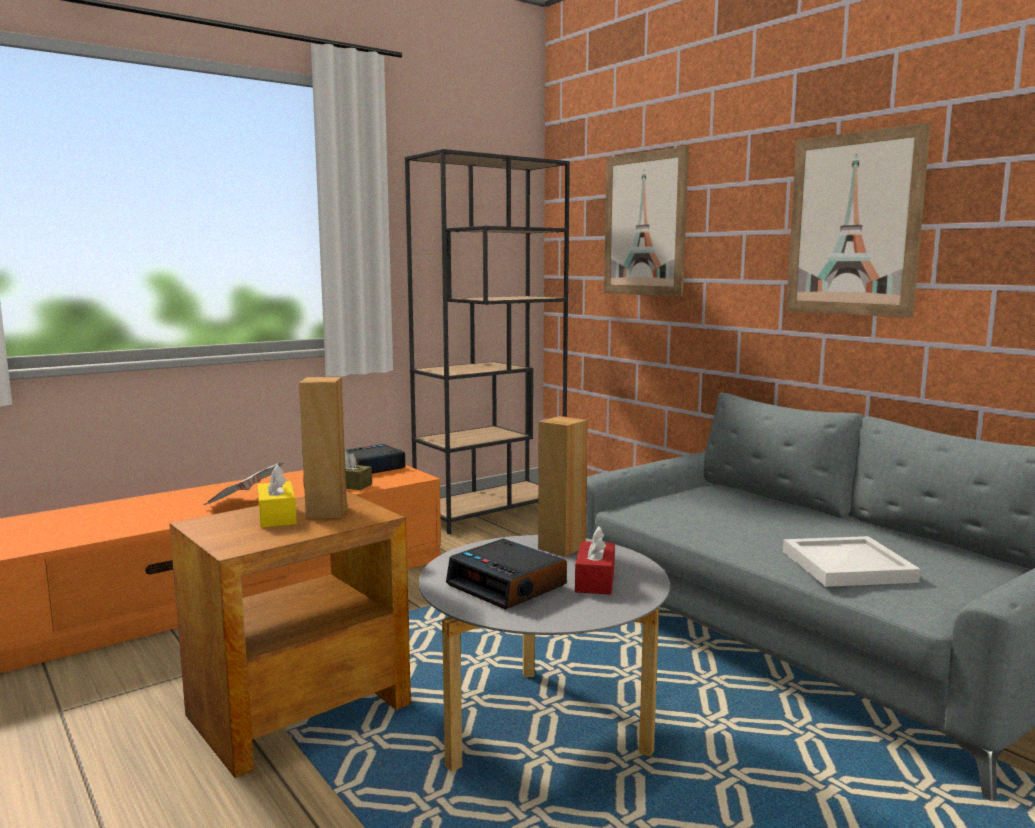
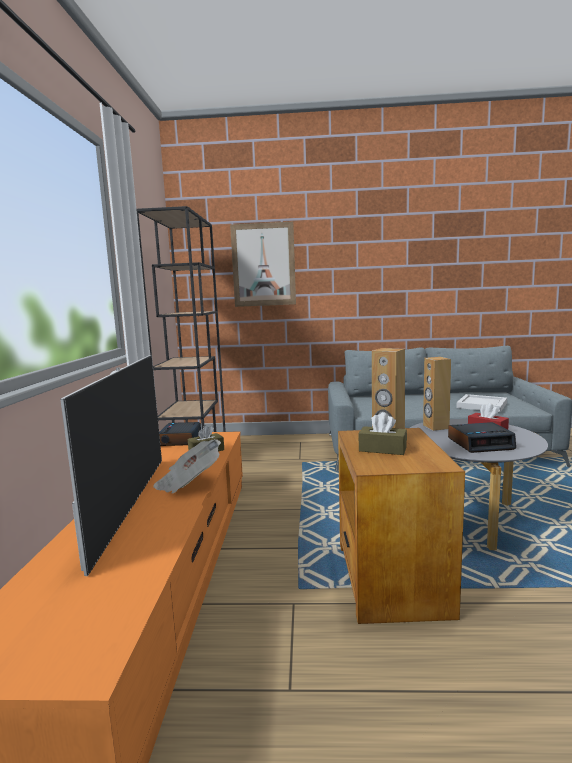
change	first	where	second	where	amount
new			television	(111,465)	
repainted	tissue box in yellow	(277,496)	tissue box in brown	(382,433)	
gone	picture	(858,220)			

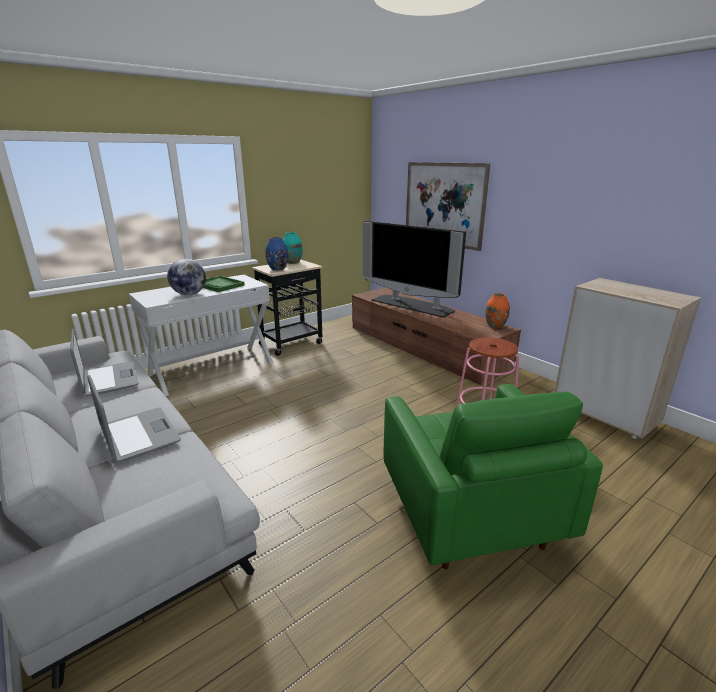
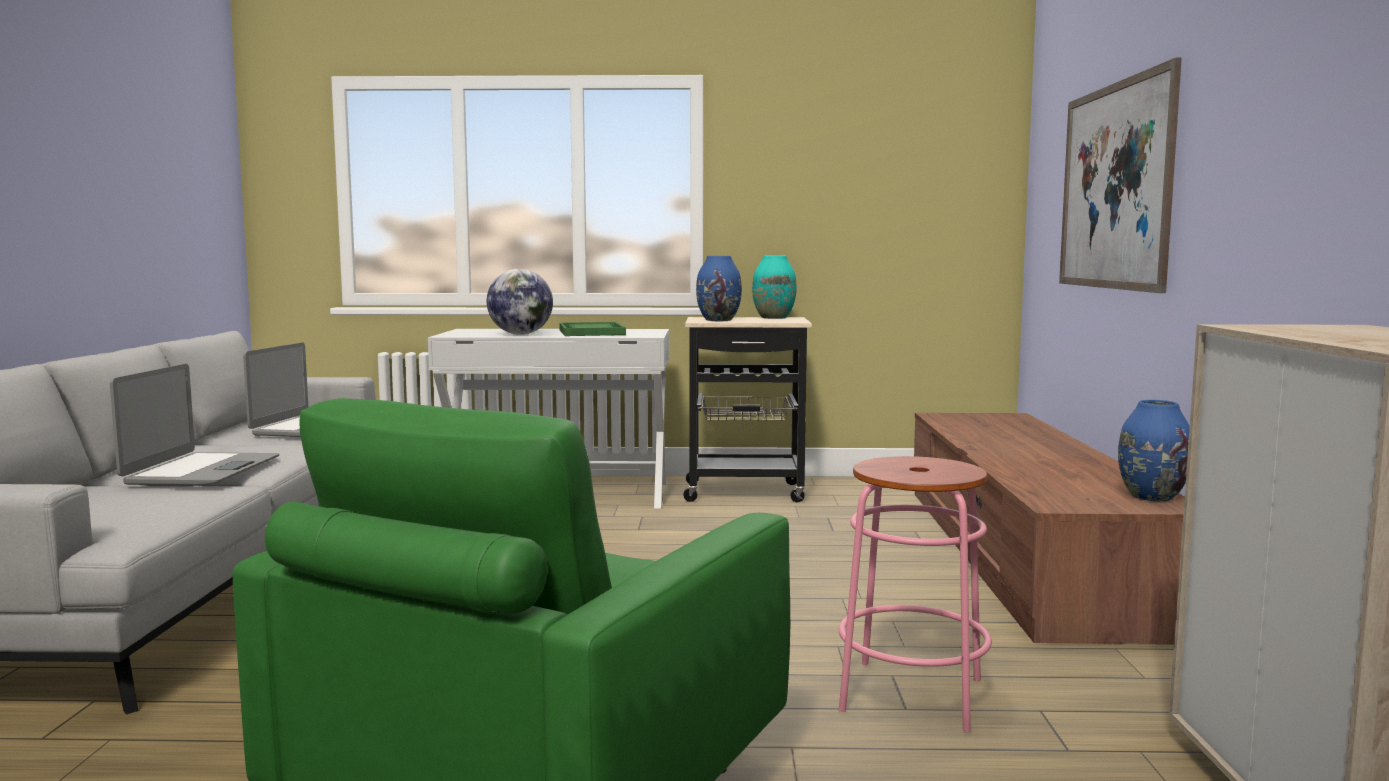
change	first	where	second	where	amount
repainted	vase in orange	(497,310)	vase in blue	(1154,451)	
gone	television	(414,269)			

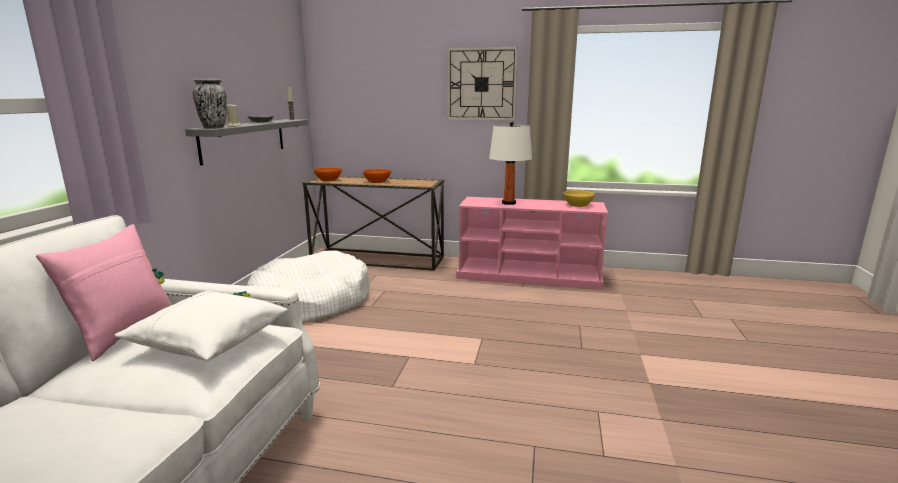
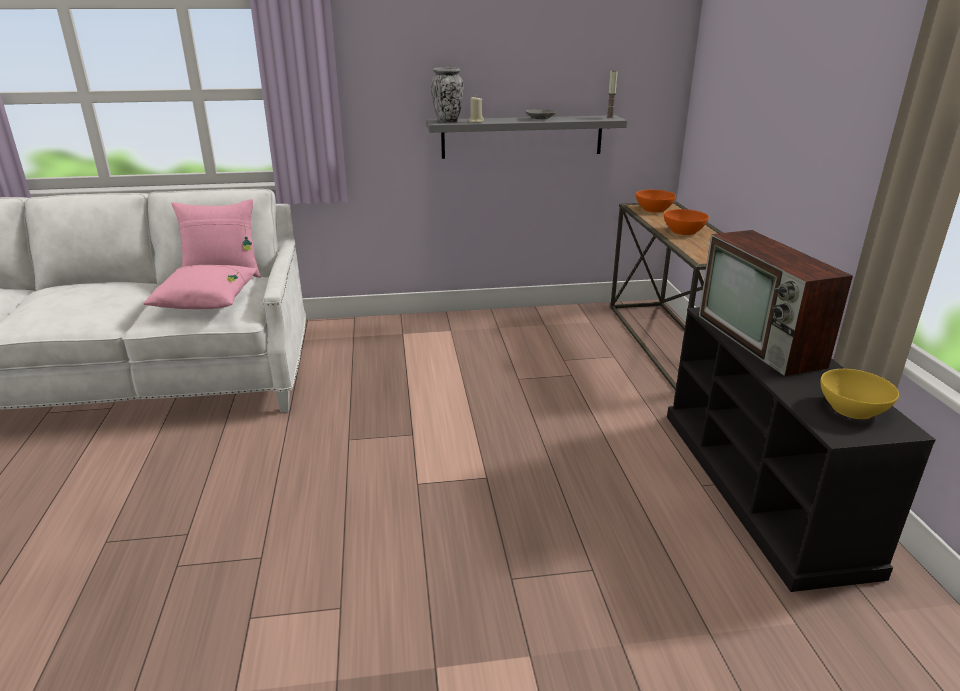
change	first	where	second	where	amount
repainted	pillow in white	(201,326)	pillow in pink	(200,287)	
repainted	tv stand in pink	(532,243)	tv stand in black	(801,449)	
swapped	table lamp in white	(510,163)	television	(776,303)	
gone	dog bed in white	(308,286)			
gone	wall clock	(482,84)			

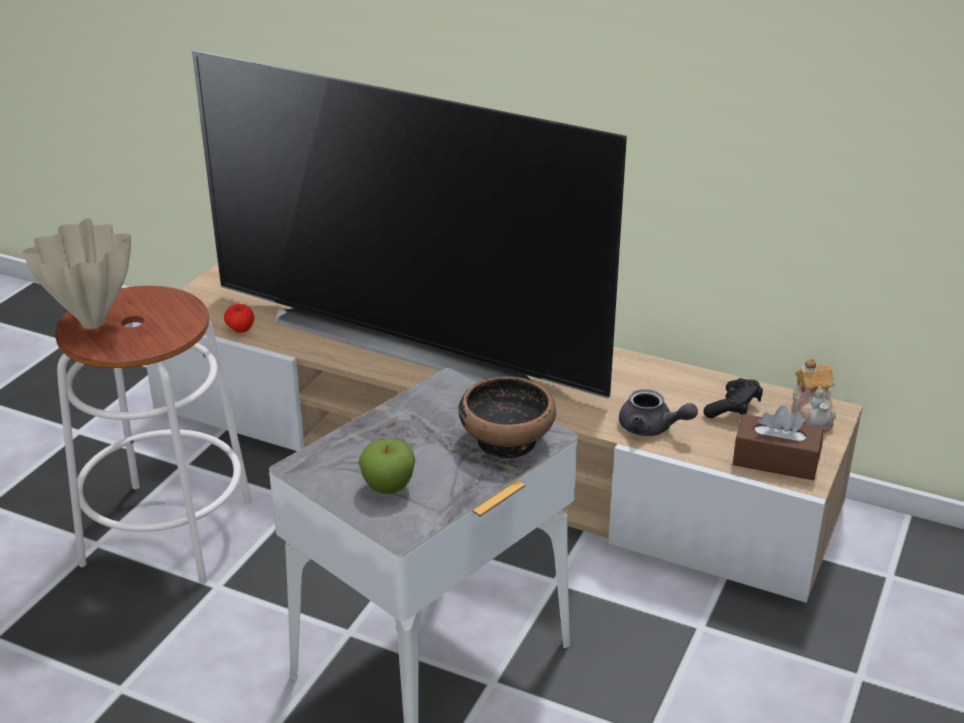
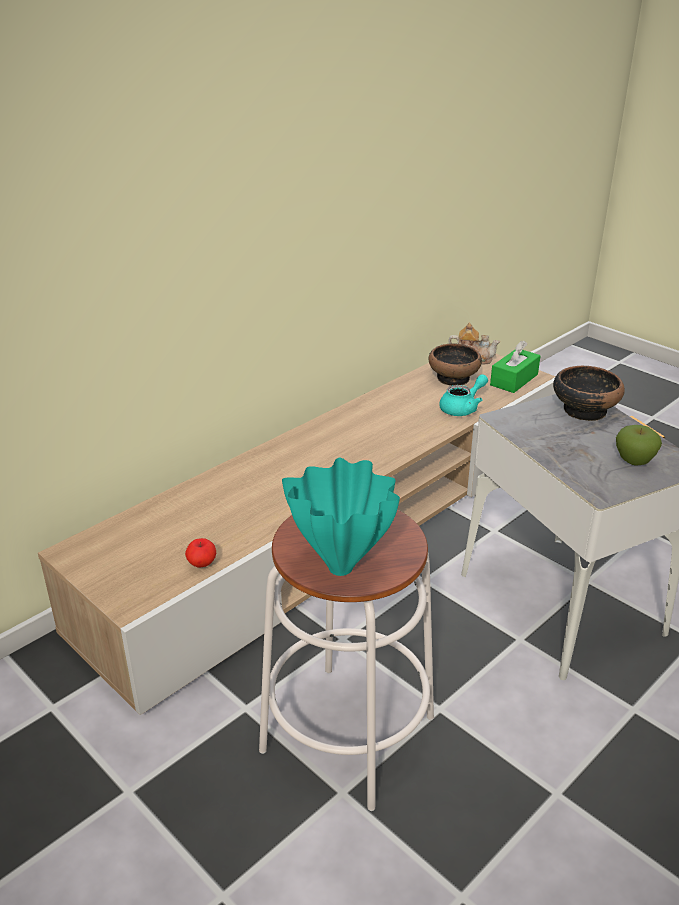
change	first	where	second	where	amount
repainted	vase in beige	(77,273)	vase in turquoise	(341,517)	
swapped	game controller in black	(733,398)	bowl	(455,364)	
repainted	teapot in grey	(658,412)	teapot in turquoise	(463,395)	
repainted	tissue box in brown	(778,442)	tissue box in green	(515,367)	
gone	television	(409,224)			

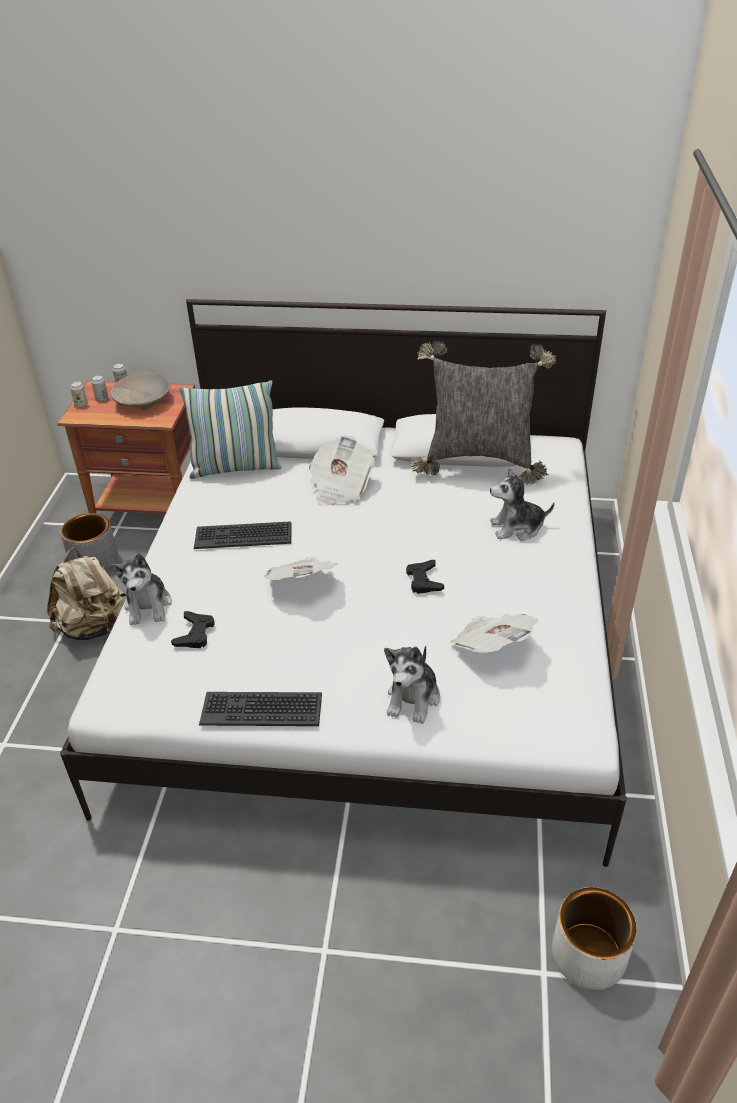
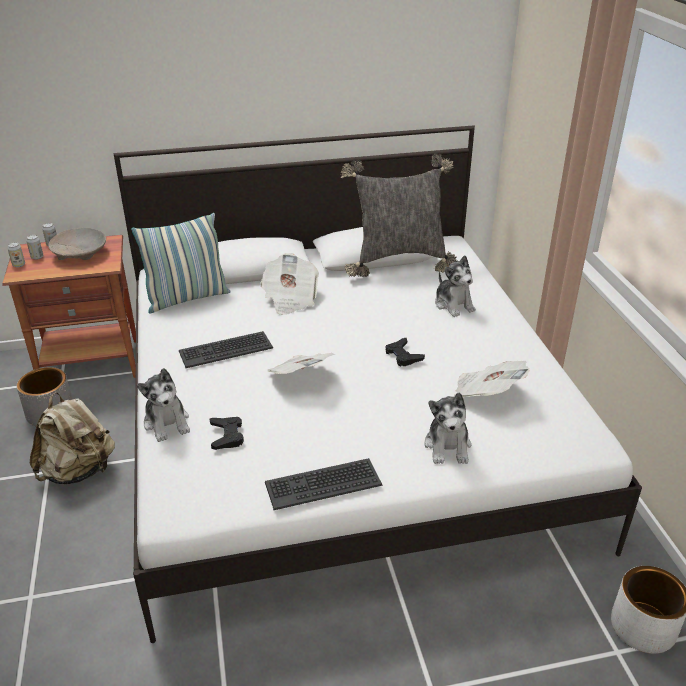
change	first	where	second	where	amount
rotated	plush toy	(522,504)		(455,286)	90 degrees counterclockwise

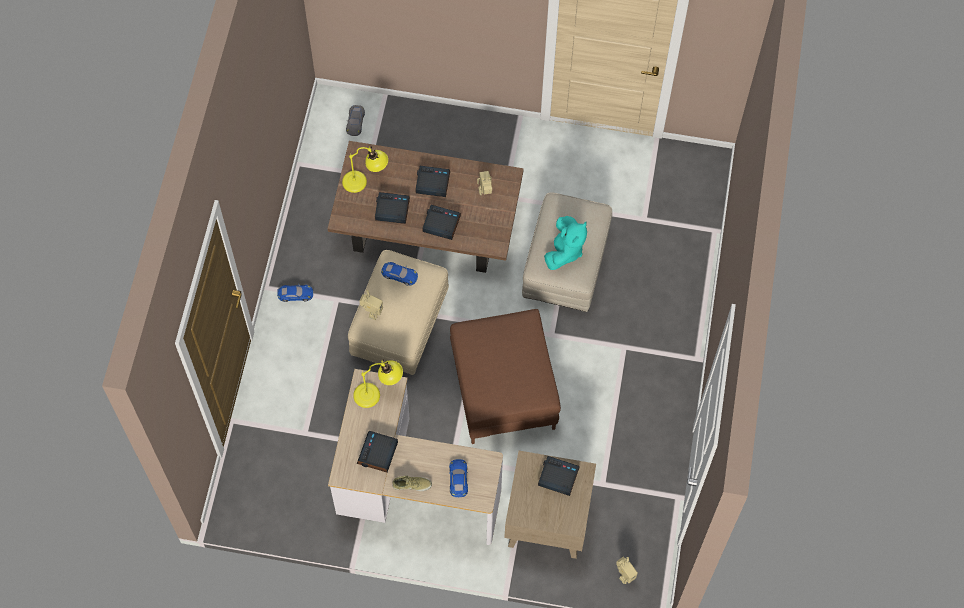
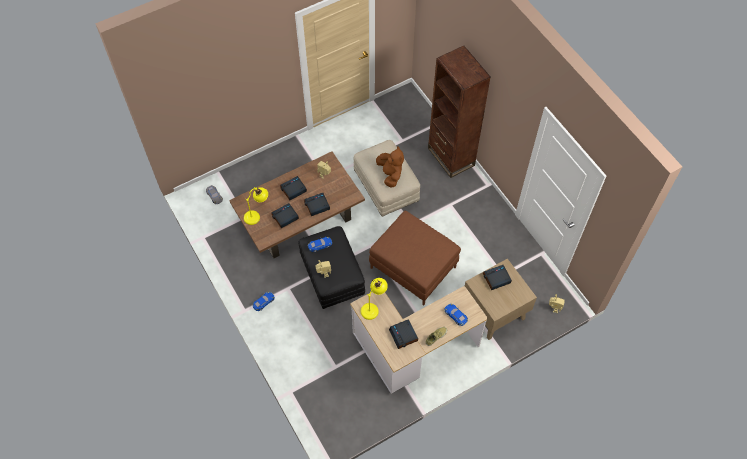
change	first	where	second	where	amount
repainted	ottoman in beige	(398,312)	ottoman in black	(332,267)	
repainted	plush toy in turquoise	(565,243)	plush toy in brown	(390,167)	
new			bookcase in brown	(459,112)	

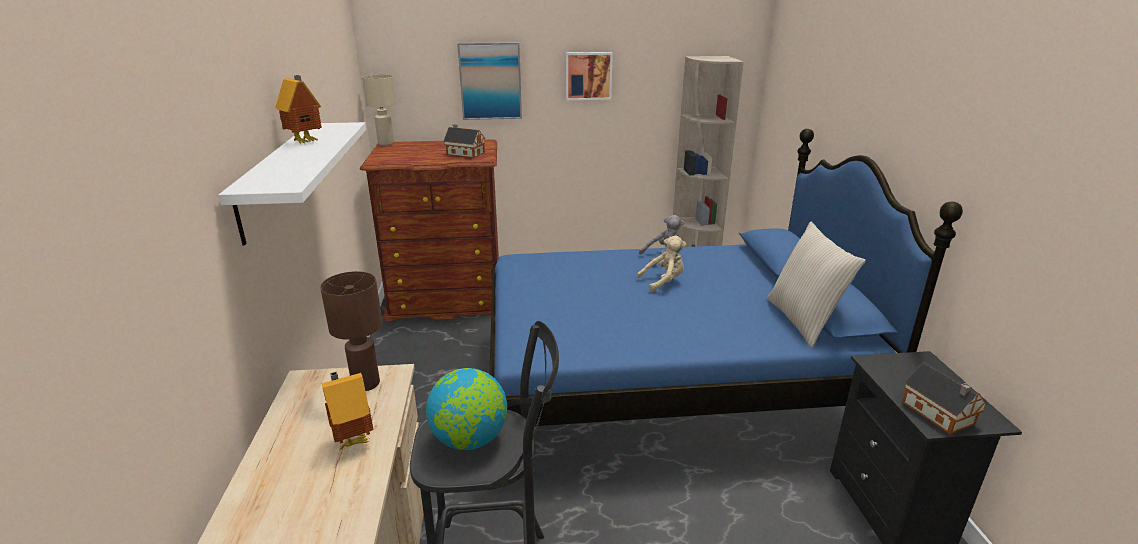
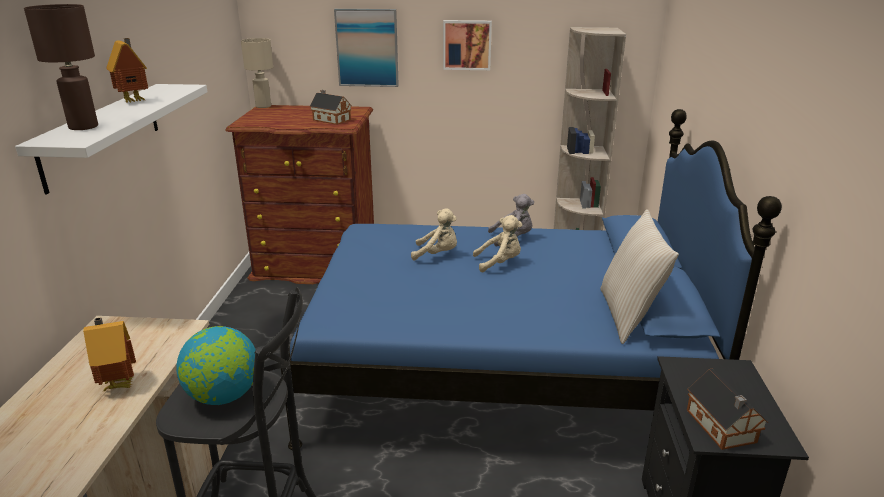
change	first	where	second	where	amount
shifted	table lamp in brown	(351,331)		(61,67)	
new			plush toy in beige	(434,235)	

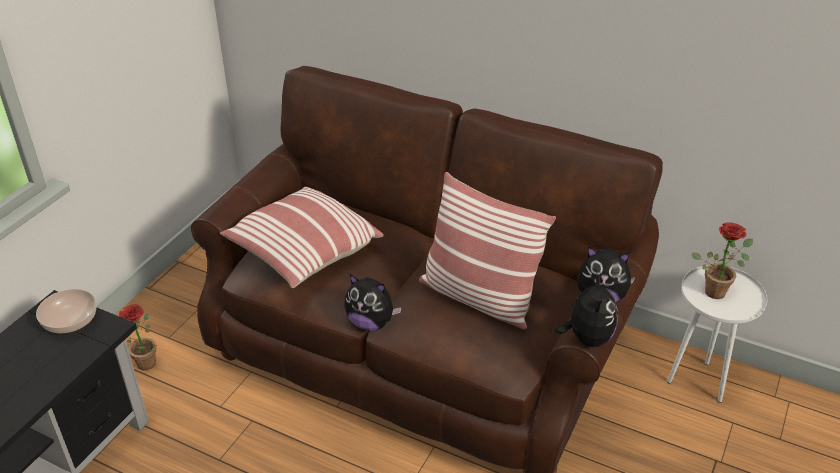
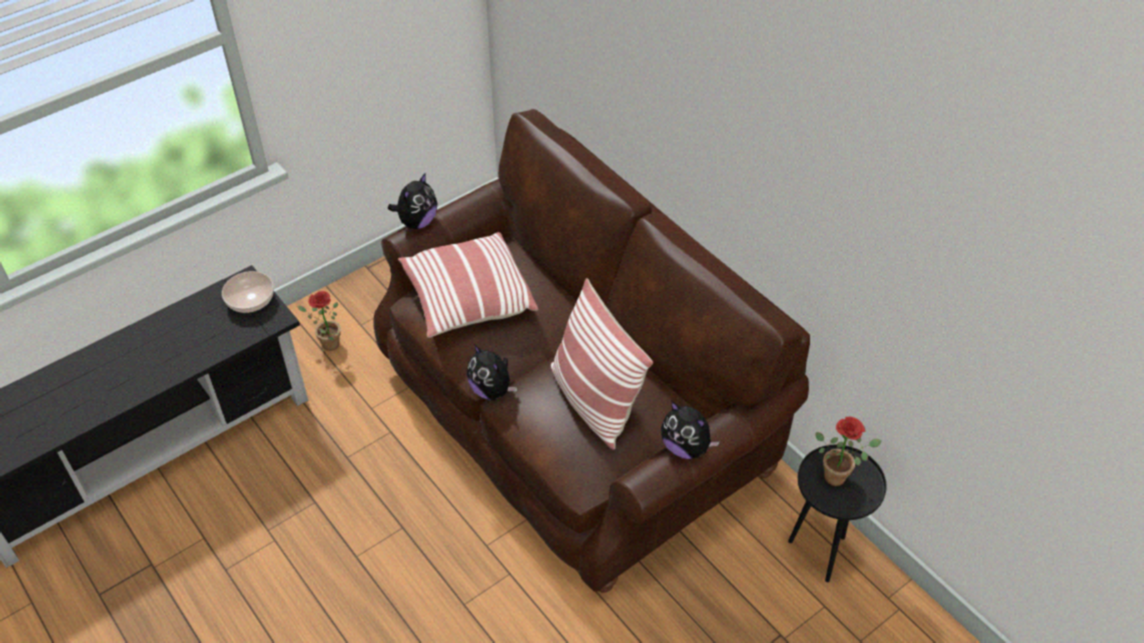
change	first	where	second	where	amount
shifted	plush toy	(586,310)		(413,201)	
repainted	side table in white	(717,334)	side table in black	(837,513)	

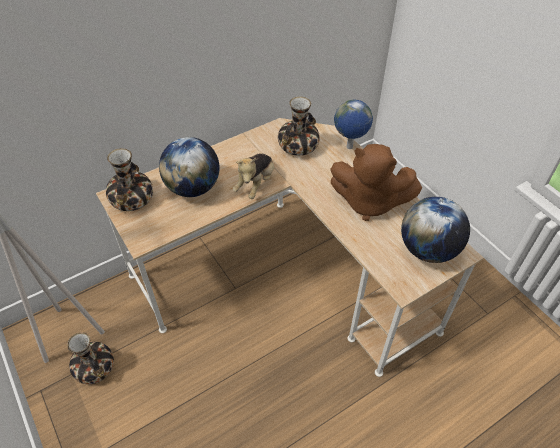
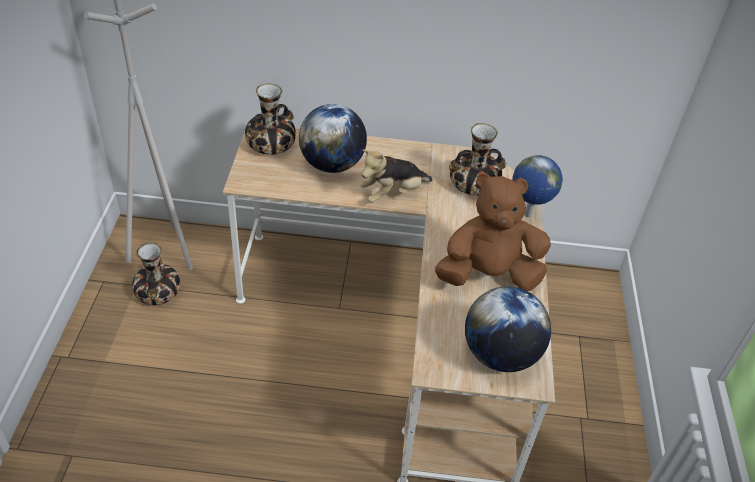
change	first	where	second	where	amount
rotated	plush toy in brown	(376,182)		(493,232)	120 degrees clockwise

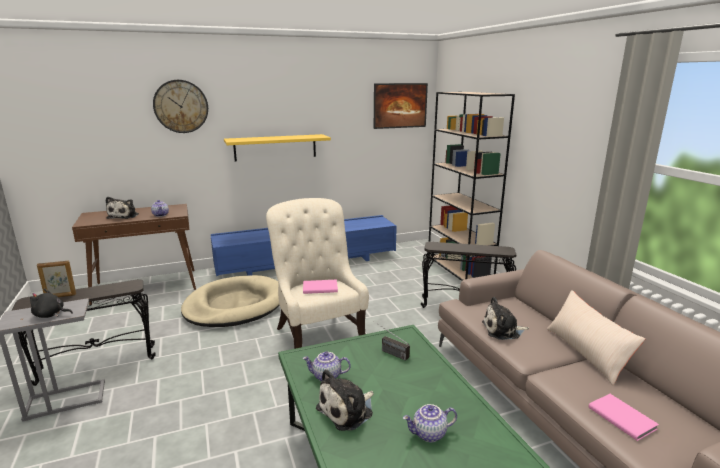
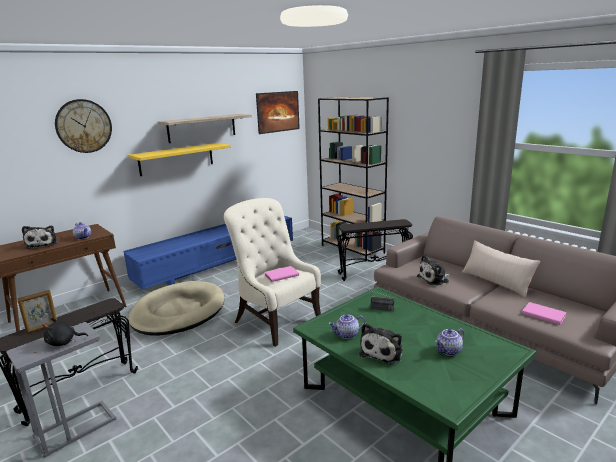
change	first	where	second	where	amount
new			shelf	(205,128)	

